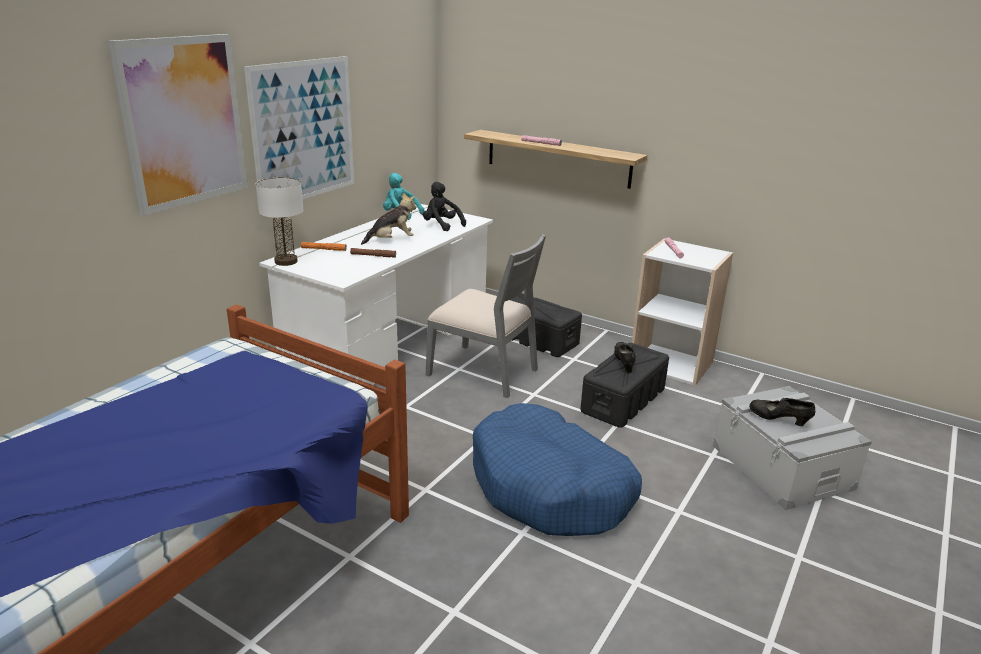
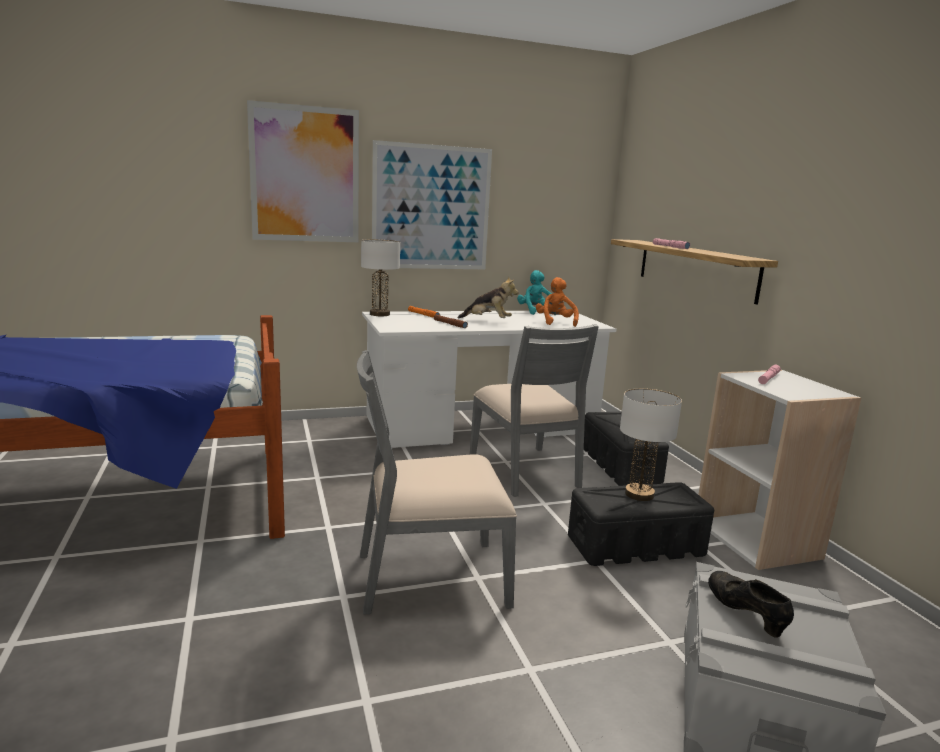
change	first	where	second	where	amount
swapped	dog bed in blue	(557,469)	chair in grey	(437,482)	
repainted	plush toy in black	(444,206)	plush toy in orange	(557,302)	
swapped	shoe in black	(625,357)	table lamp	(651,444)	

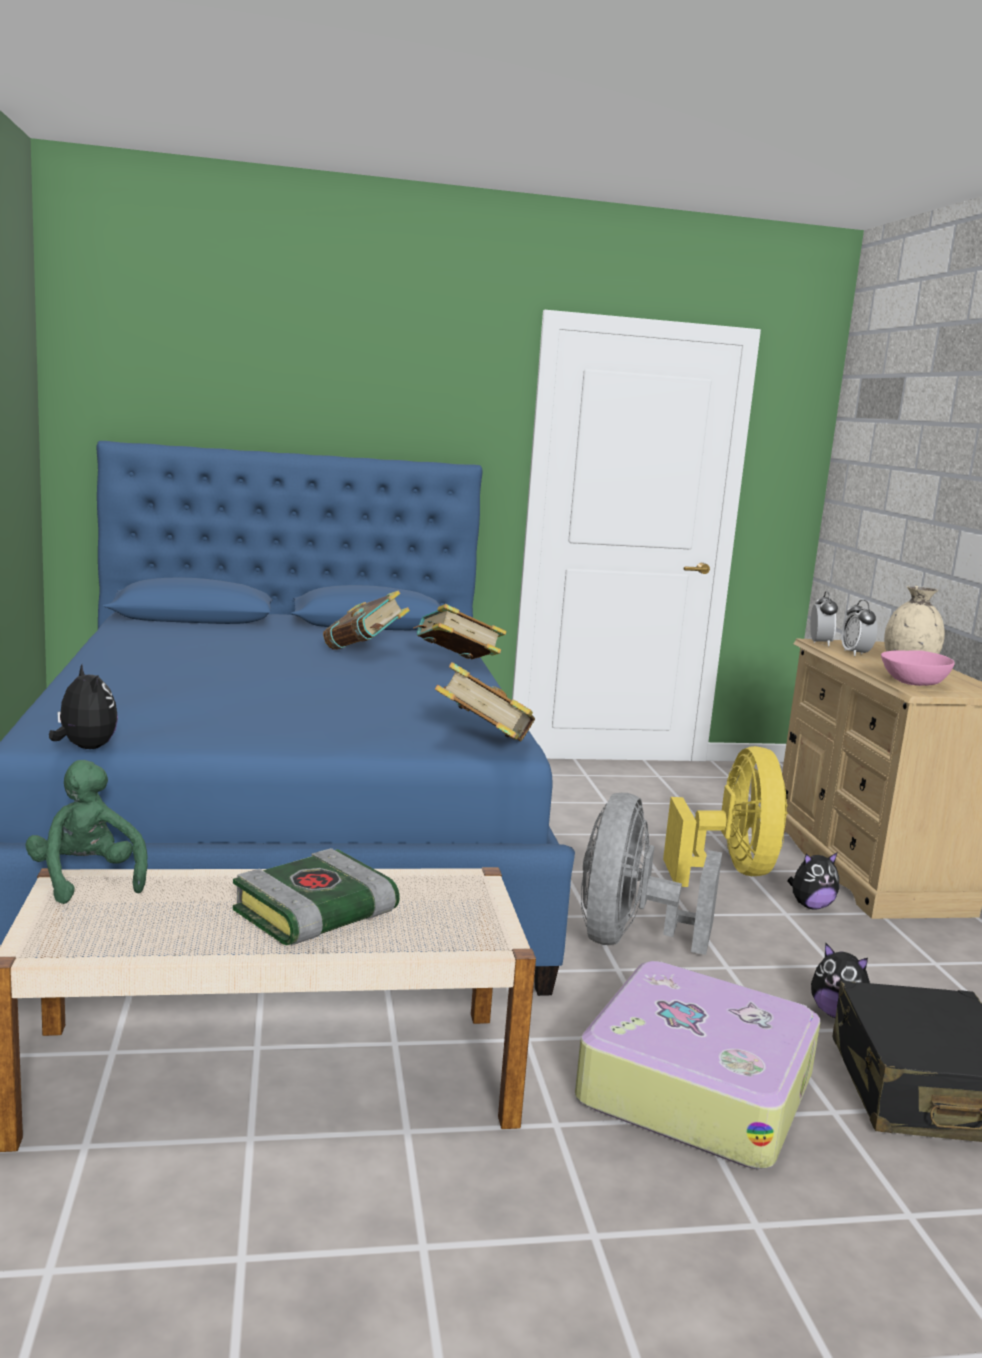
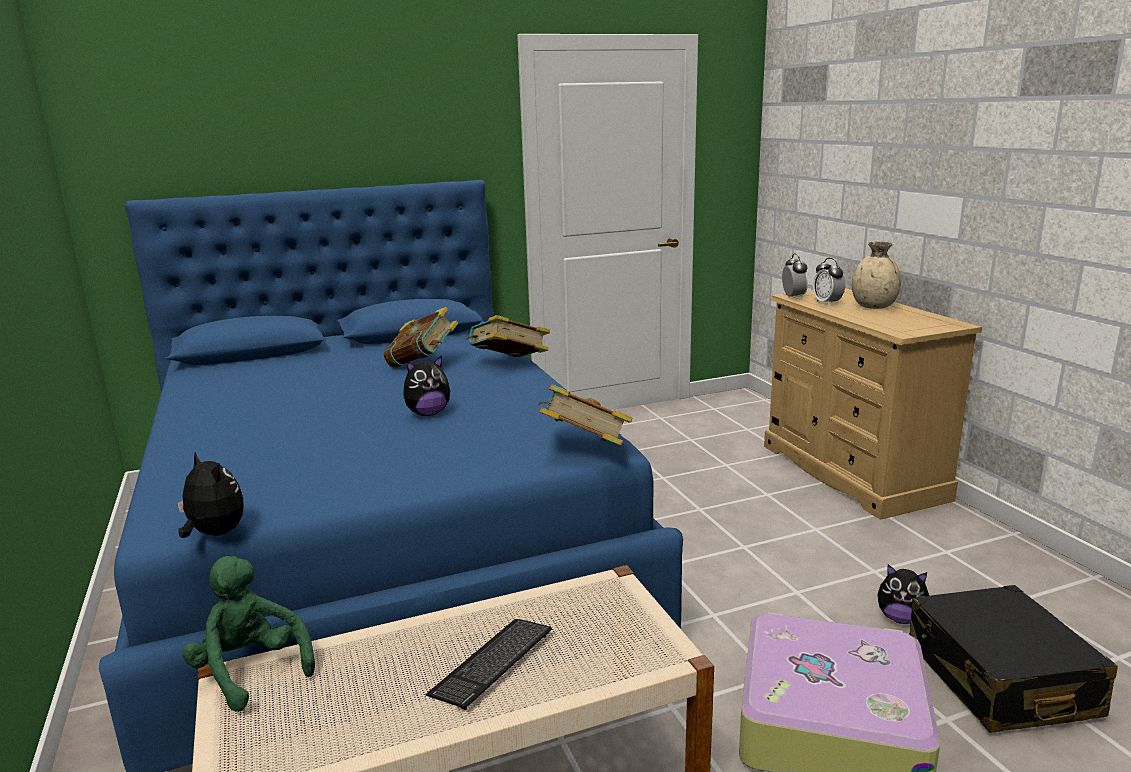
change	first	where	second	where	amount
shifted	plush toy	(813,881)		(426,386)	
swapped	book	(316,896)	keyboard	(488,664)	
gone	fan in grey	(651,874)			
gone	fan in yellow	(725,816)			
gone	bowl in pink	(918,668)			

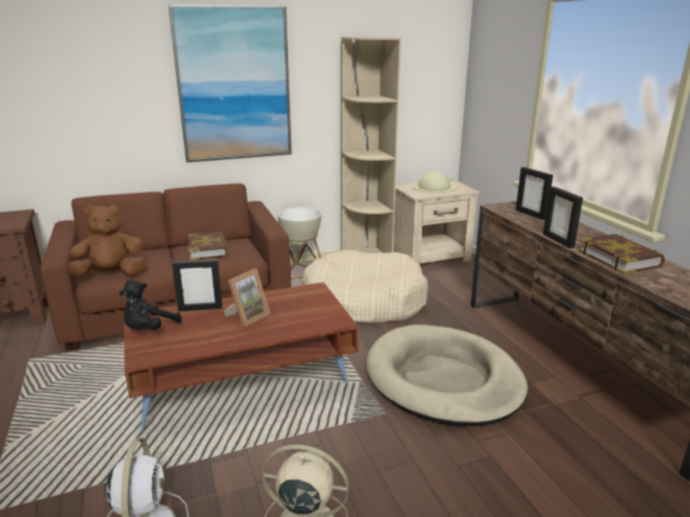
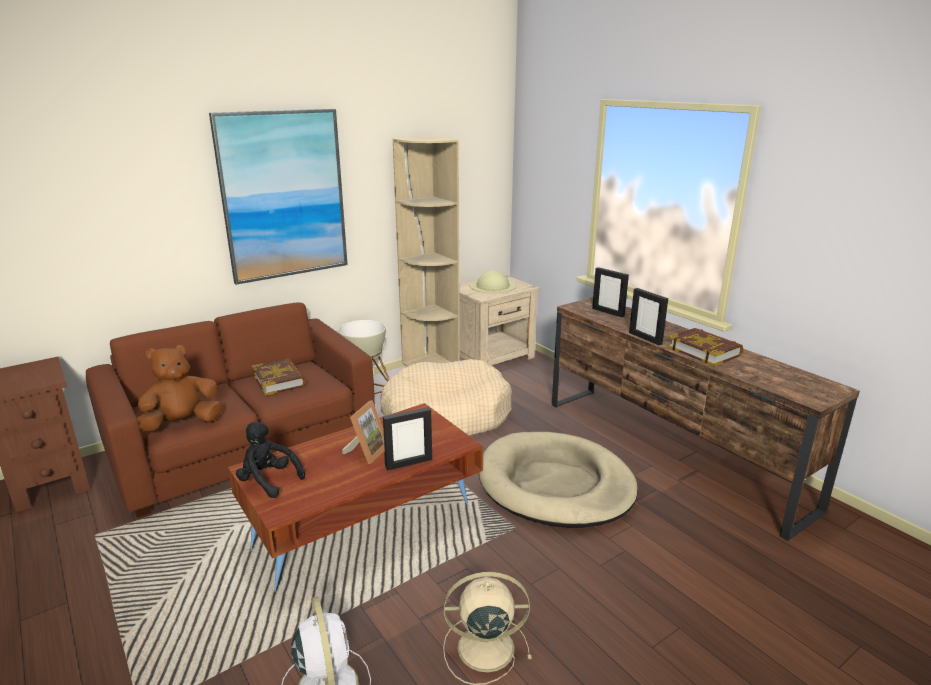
change	first	where	second	where	amount
rotated	plush toy in black	(150,304)		(270,460)	105 degrees clockwise
shifted	picture frame	(197,285)		(407,439)	

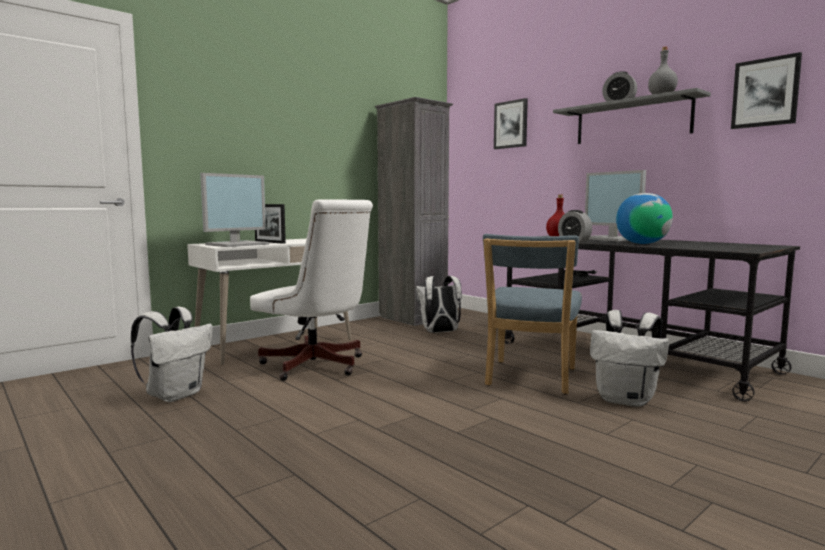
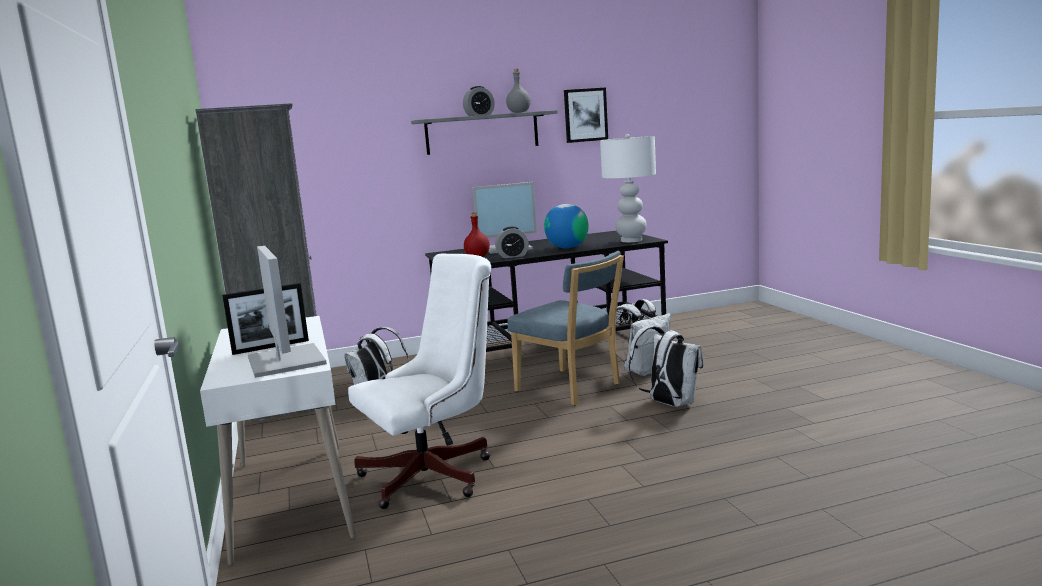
change	first	where	second	where	amount
new			table lamp in white	(628,188)	
shifted	backpack in white	(171,354)		(666,366)	
gone	picture	(511,123)			

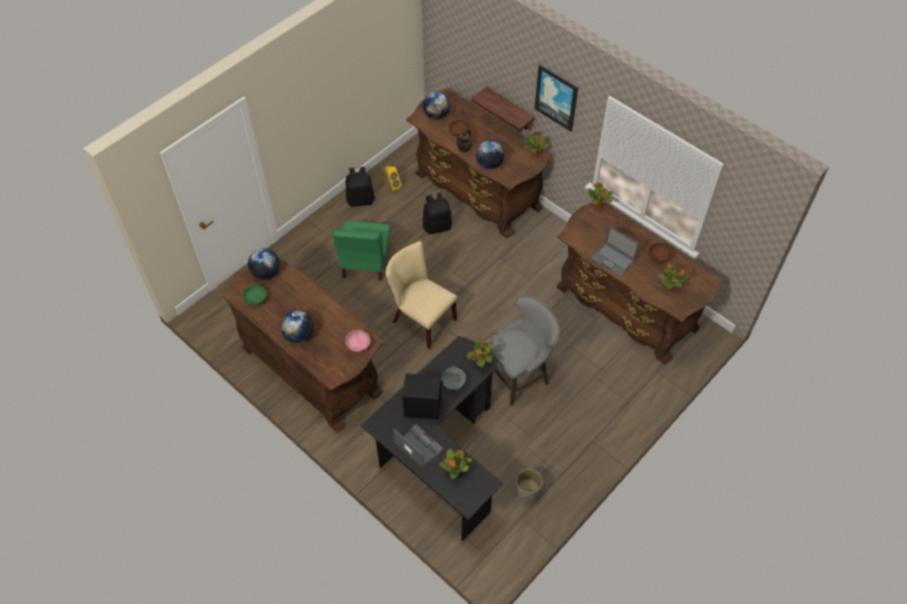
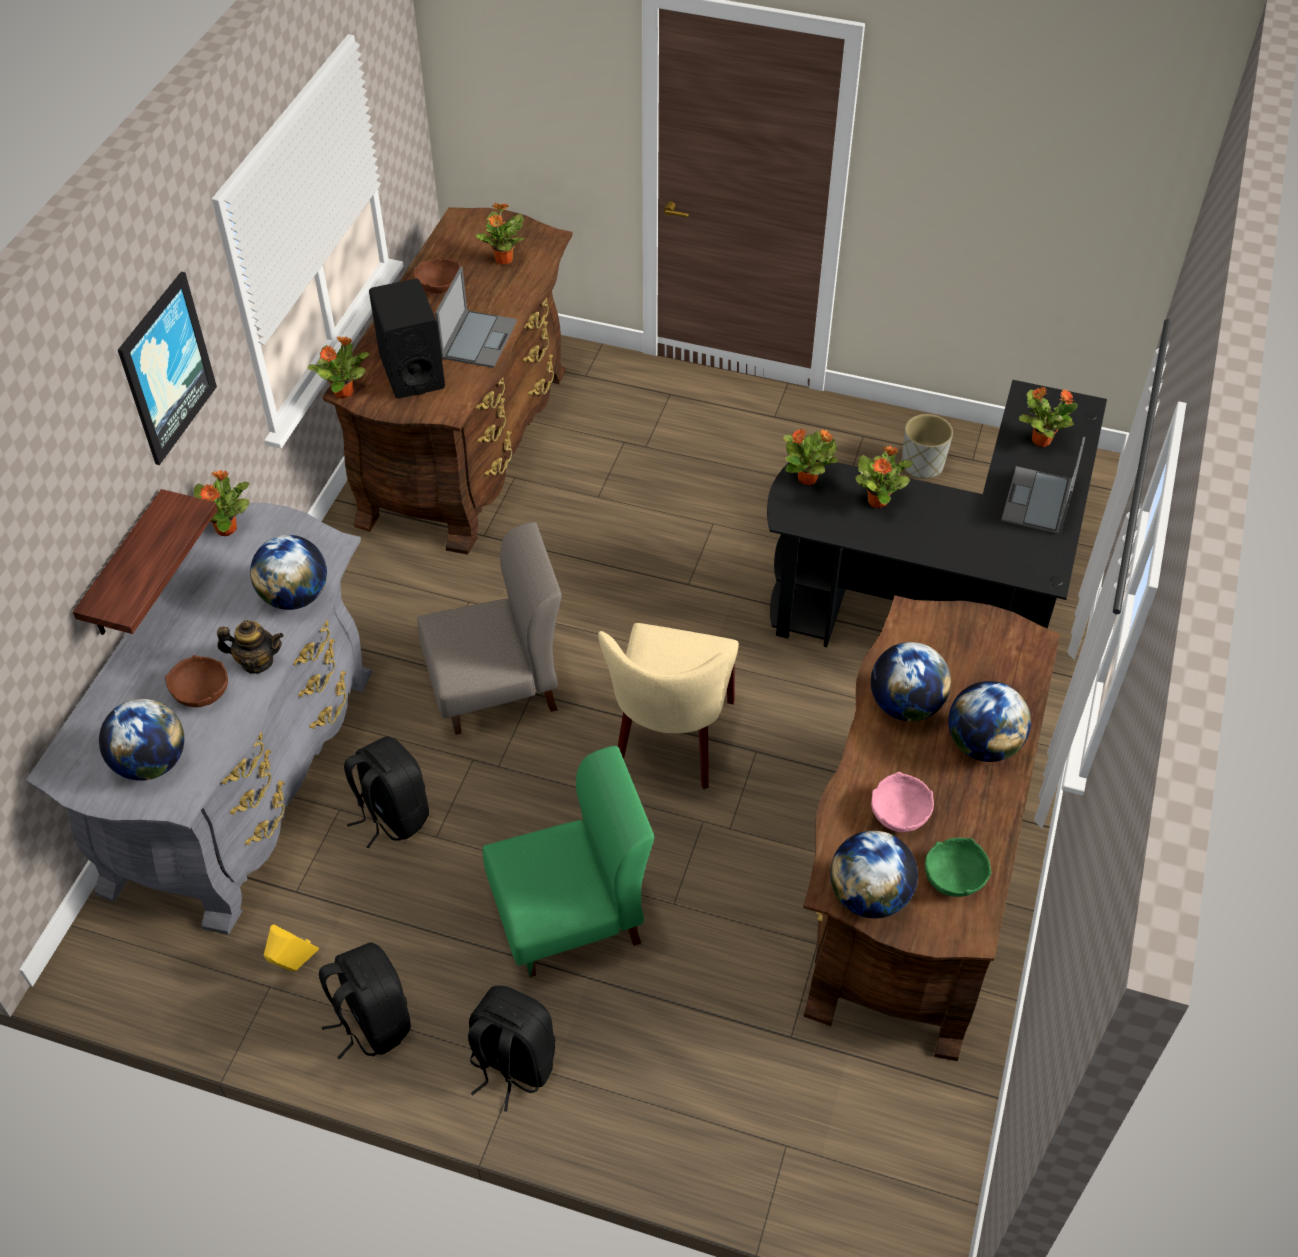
change	first	where	second	where	amount
repainted	dresser in brown	(479,163)	dresser in grey	(199,718)	
shifted	speaker in black	(423,396)		(407,339)	
new			chair in grey	(489,628)	
new			backpack in black	(511,1048)	
swapped	bowl in grey	(453,378)	potted plant	(884,477)	
new			globe	(911,681)	
shifted	bowl in pink	(358,341)		(902,802)	
gone	stool in grey	(523,351)			

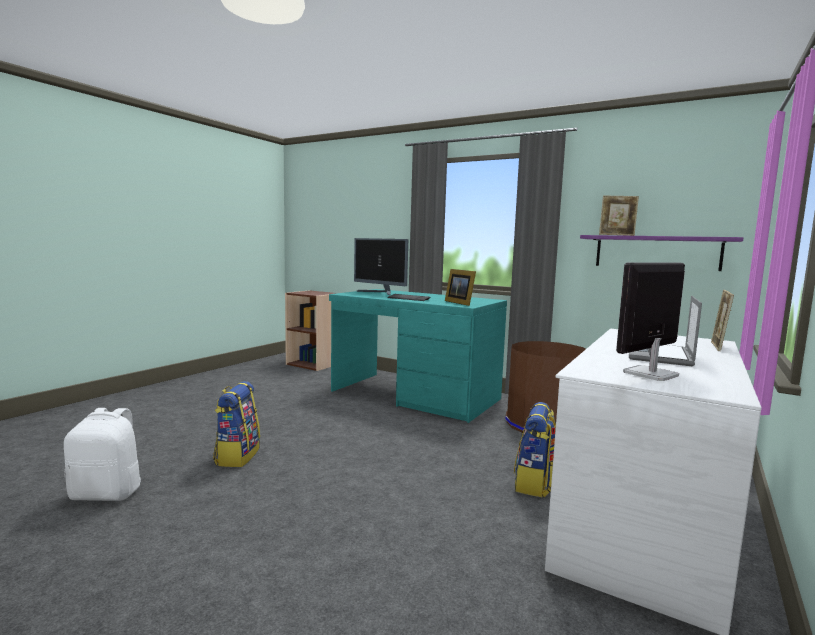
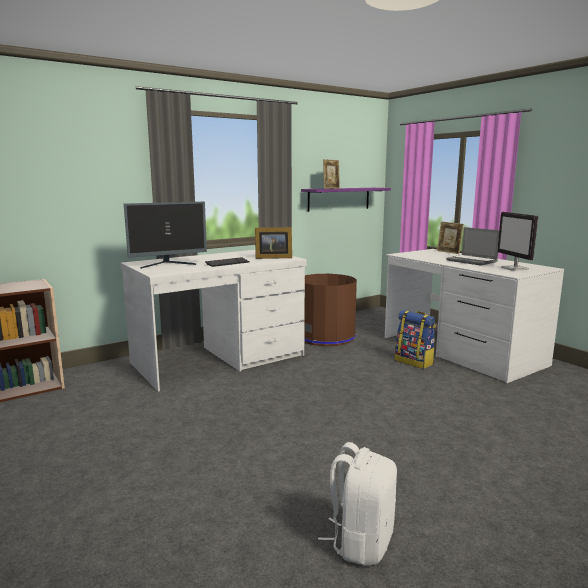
change	first	where	second	where	amount
repainted	desk in turquoise	(418,356)	desk in white	(213,321)	
gone	backpack	(236,424)			

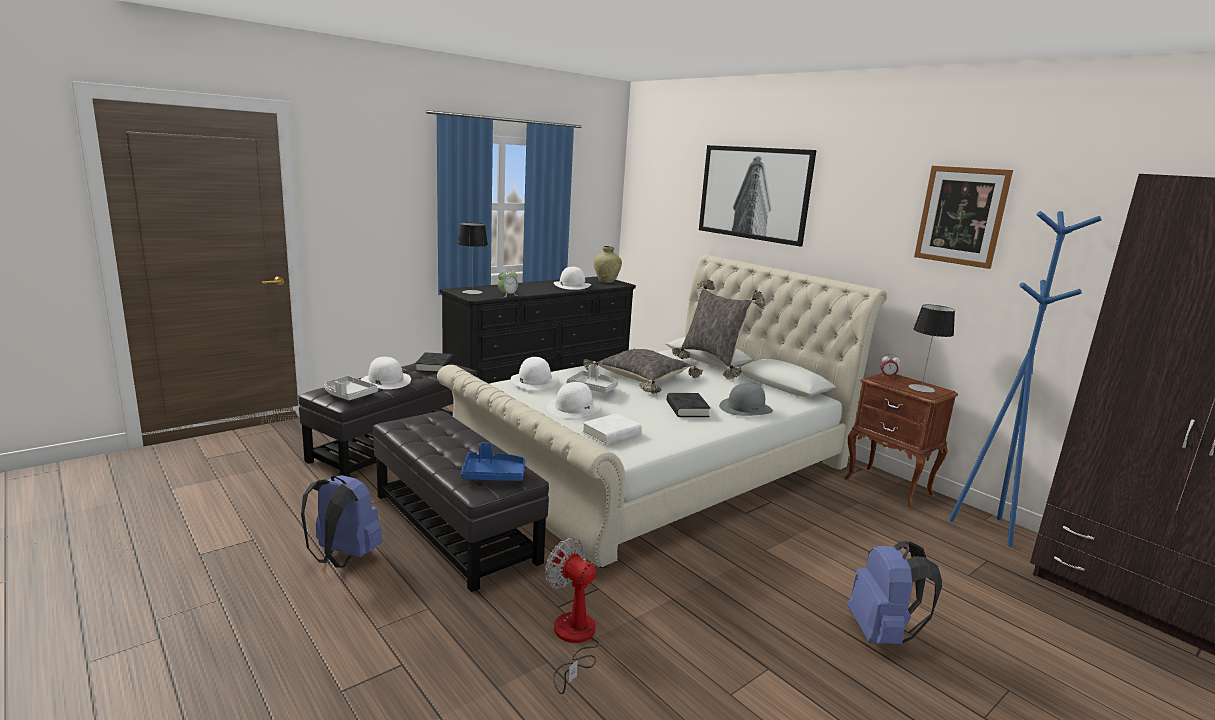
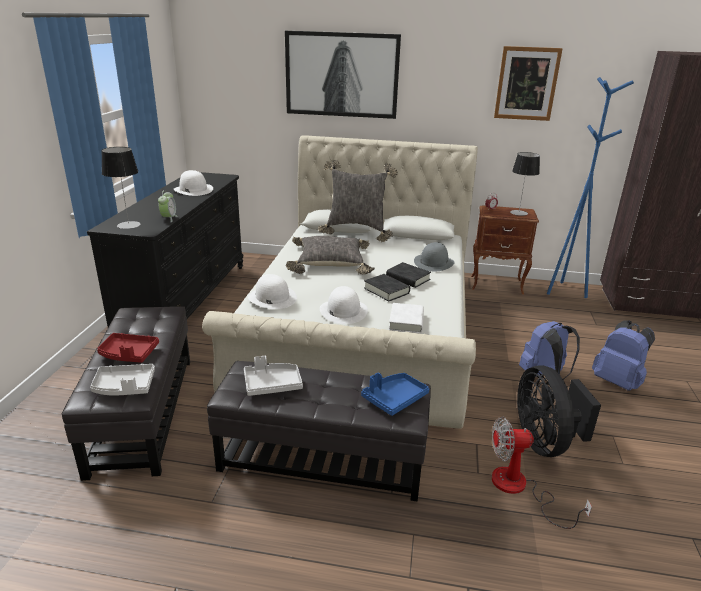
change	first	where	second	where	amount
swapped	hat in white	(385,373)	tray in red	(128,348)	
shifted	tray in grey	(592,379)		(273,376)	
shifted	book in black	(434,362)		(387,287)	
new			fan in black	(559,411)	
shifted	backpack in blue	(341,521)		(549,353)	
gone	vase in beige	(608,264)			

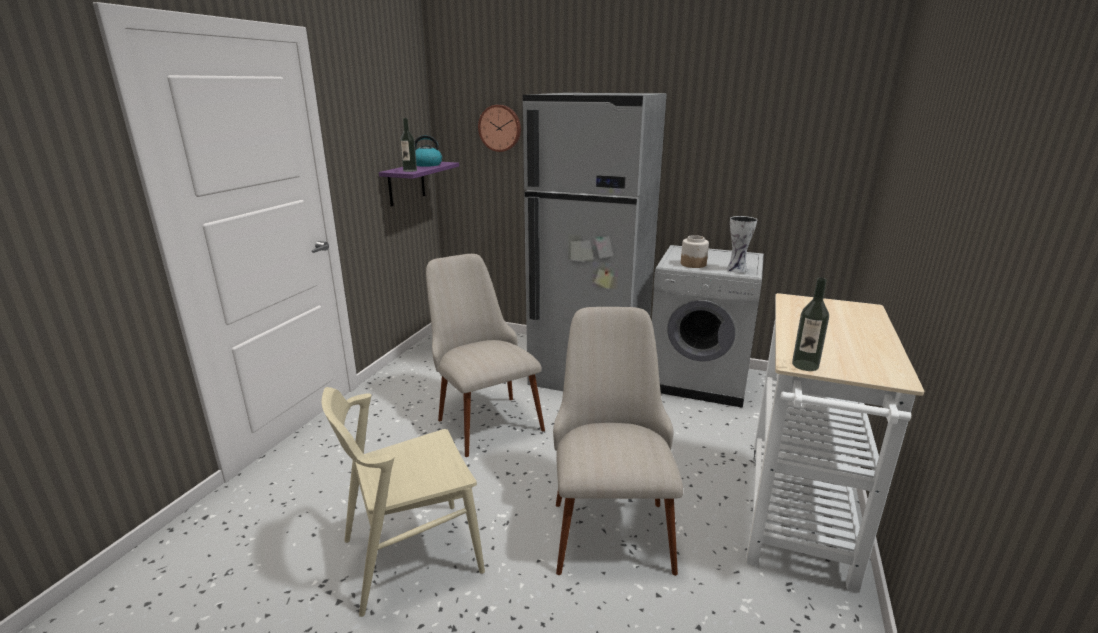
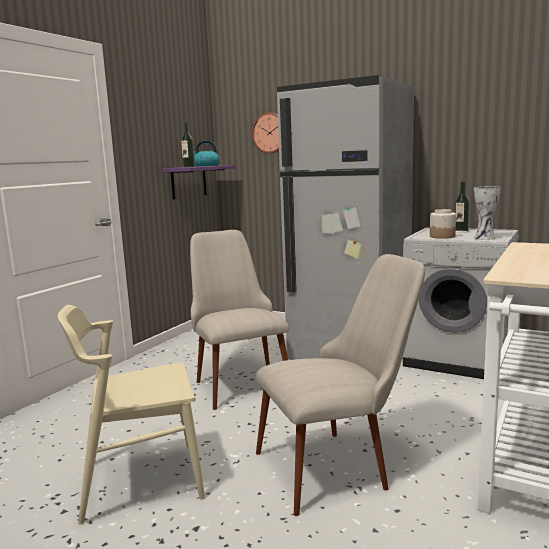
change	first	where	second	where	amount
rotated	chair in beige	(618,441)		(340,385)	60 degrees clockwise
shifted	bottle	(810,324)		(462,207)	

